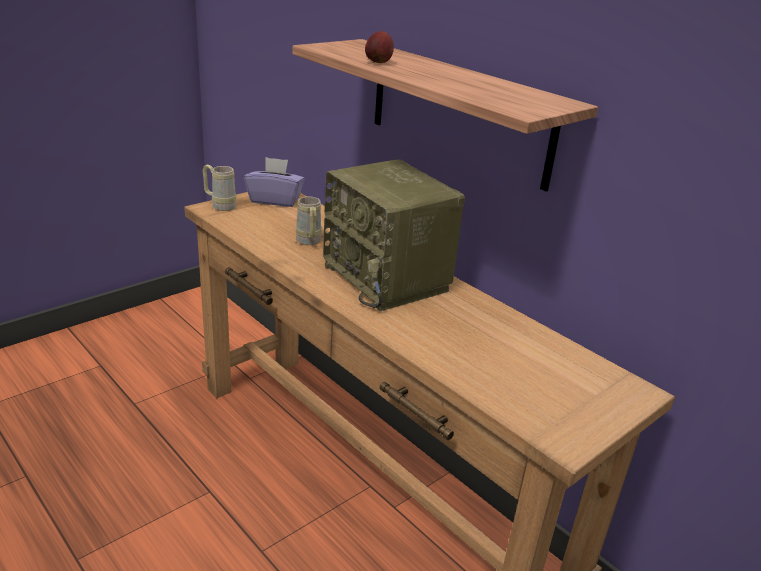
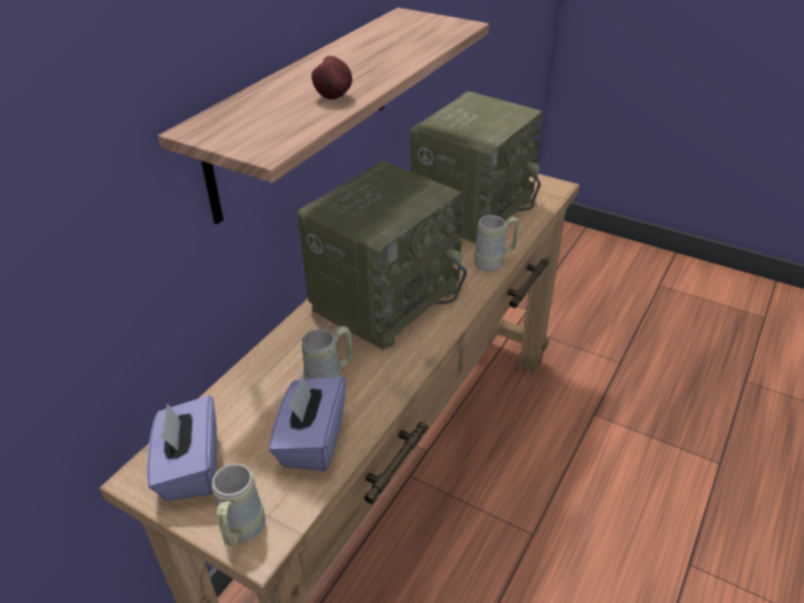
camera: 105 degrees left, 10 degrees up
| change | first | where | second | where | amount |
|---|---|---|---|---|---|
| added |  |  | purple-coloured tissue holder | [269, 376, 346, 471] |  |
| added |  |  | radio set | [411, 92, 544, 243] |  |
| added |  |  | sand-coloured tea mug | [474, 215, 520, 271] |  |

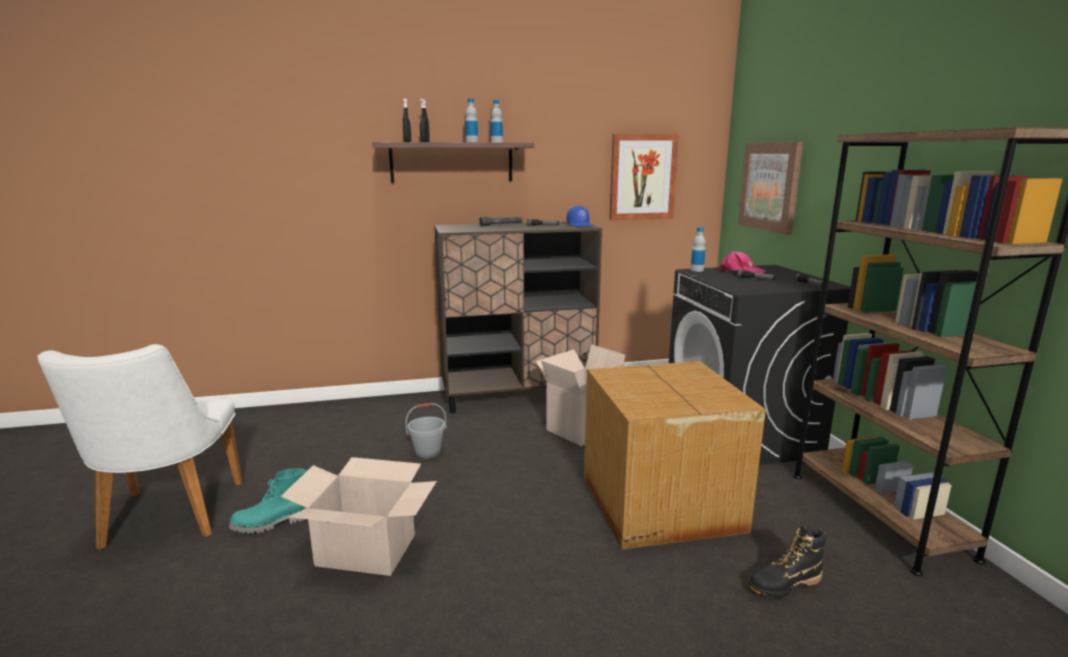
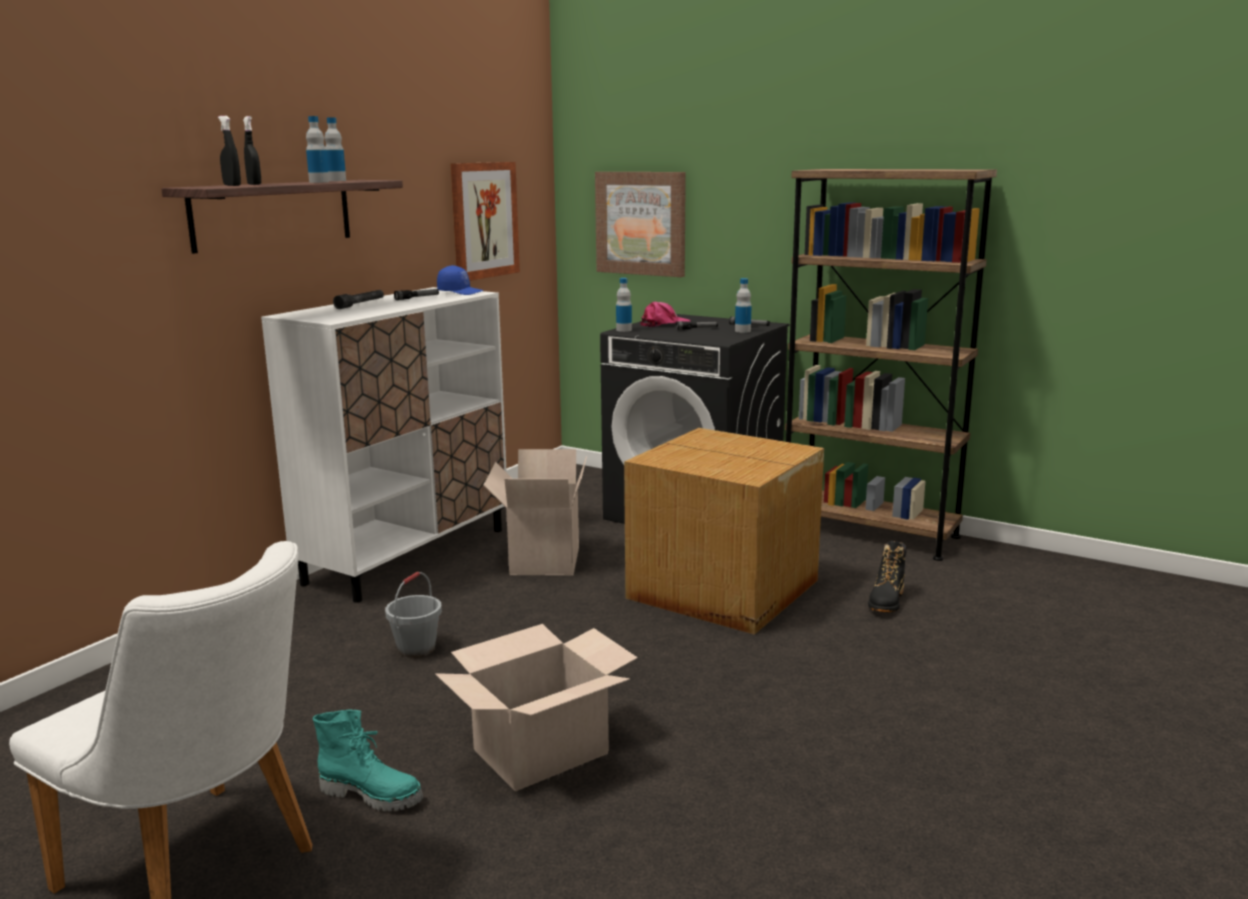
camera: 45 degrees left, 0 degrees up
| change | first | where | second | where | amount |
|---|---|---|---|---|---|
| recoloured | brownish cupboard | [434, 222, 602, 414] | white-coloured cupboard | [261, 287, 507, 603] |  |
| turned | blue-green boot | [229, 468, 306, 534] |  | [313, 709, 423, 812] | 90 degrees counterclockwise |
| added |  |  | bottle | [735, 278, 751, 333] |  |

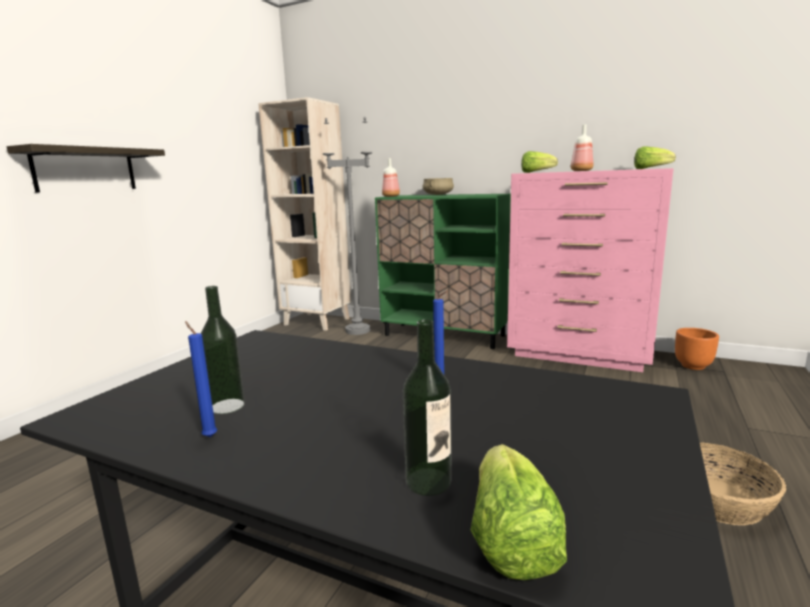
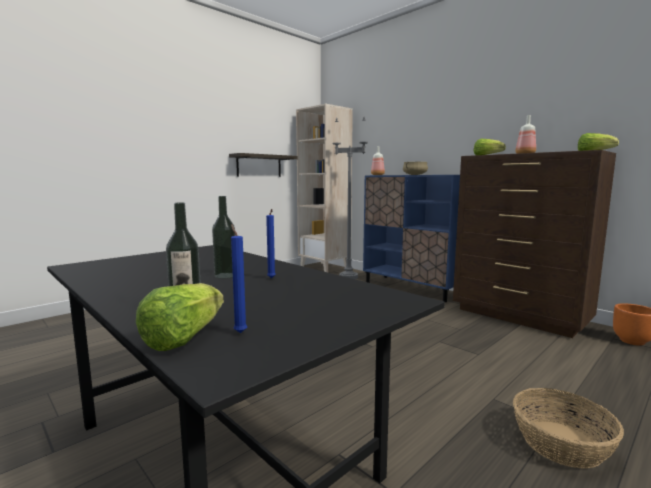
camera: 20 degrees right, 5 degrees down
| change | first | where | second | where | amount |
|---|---|---|---|---|---|
| moved | bottle | [201, 286, 245, 414] |  | [212, 196, 235, 279] |  |
| moved | shelf | [7, 144, 165, 192] |  | [229, 153, 297, 177] |  |
| moved | blue-coloured wax light | [185, 321, 217, 437] |  | [231, 224, 247, 333] |  |
| recoloured | green-coloured cupboard | [375, 194, 511, 349] | blue-coloured cupboard | [363, 175, 460, 302] |  |
| recoloured | pink-coloured drawer chest | [507, 168, 673, 372] | brownish drawer chest | [453, 150, 616, 338] |  |

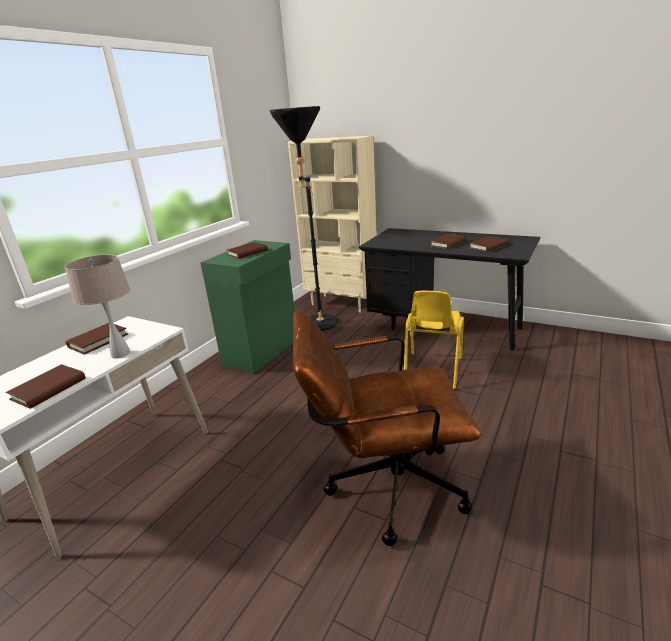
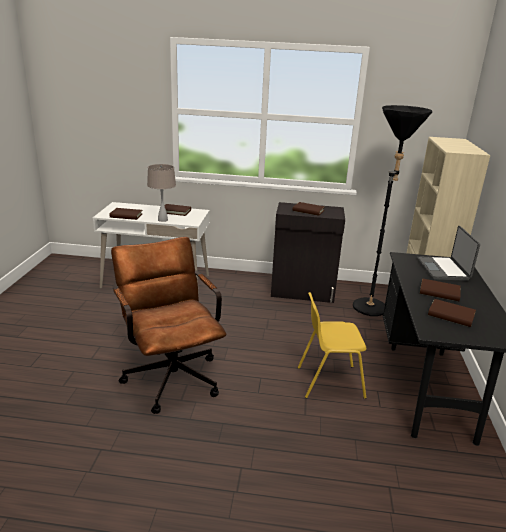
camera: 65 degrees right, 0 degrees up
| change | first | where | second | where | amount |
|---|---|---|---|---|---|
| recoloured | green-coloured cupboard | [200, 240, 295, 374] | blackish cupboard | [271, 202, 345, 303] |  |
| added |  |  | notebook computer | [417, 226, 480, 281] |  |

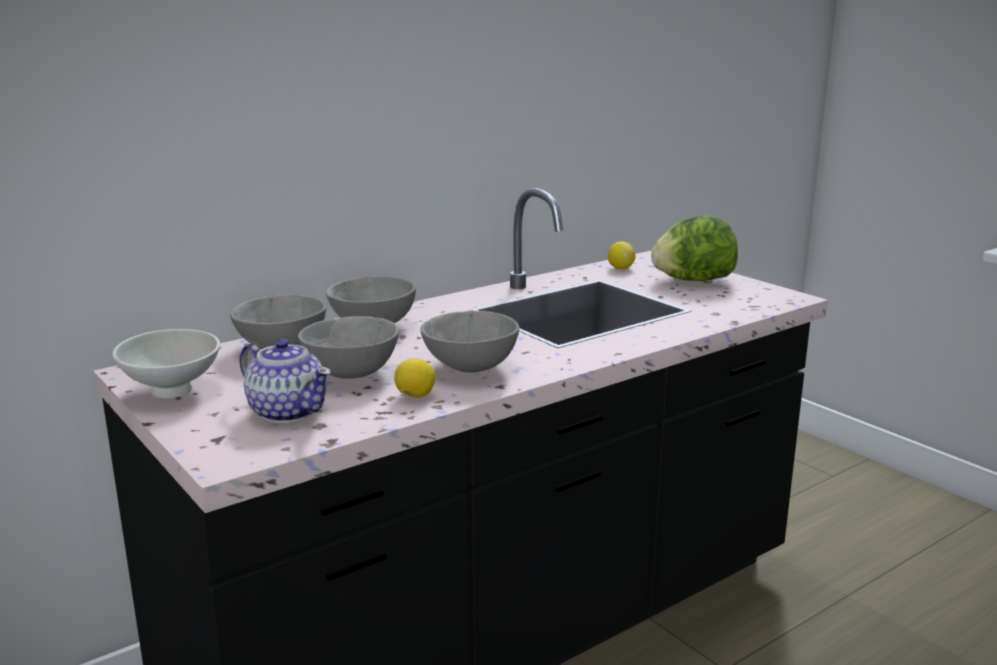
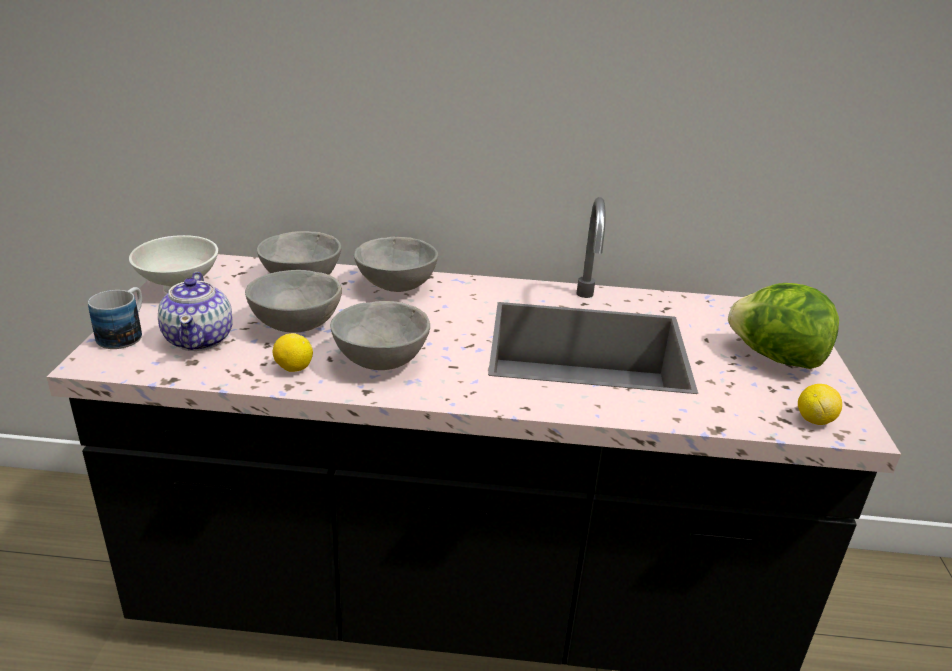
camera: 40 degrees right, 10 degrees up
| change | first | where | second | where | amount |
|---|---|---|---|---|---|
| added |  |  | tea mug | [88, 287, 142, 349] |  |
| moved | lemon | [608, 241, 635, 269] |  | [798, 384, 842, 425] |  |

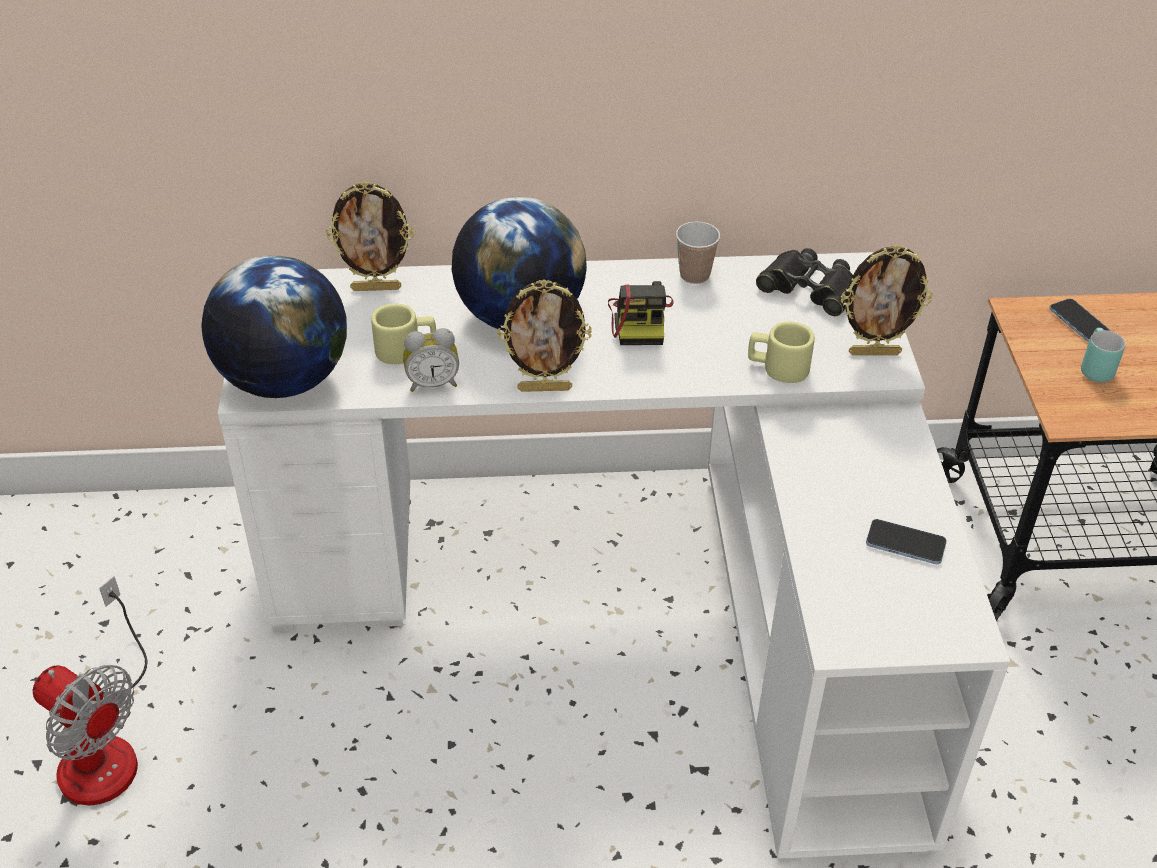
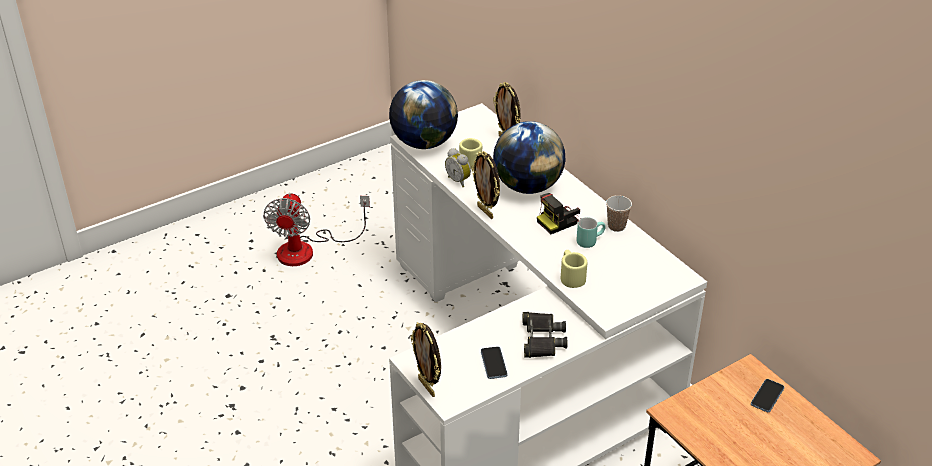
camera: 60 degrees right, 5 degrees down
| change | first | where | second | where | amount |
|---|---|---|---|---|---|
| moved | photo frame | [841, 244, 933, 355] |  | [410, 322, 441, 397] |  |
| moved | blackish pair of binoculars | [756, 248, 853, 316] |  | [523, 312, 567, 358] |  |
| moved | blue-green tea mug | [1081, 328, 1126, 382] |  | [576, 217, 606, 248] |  |

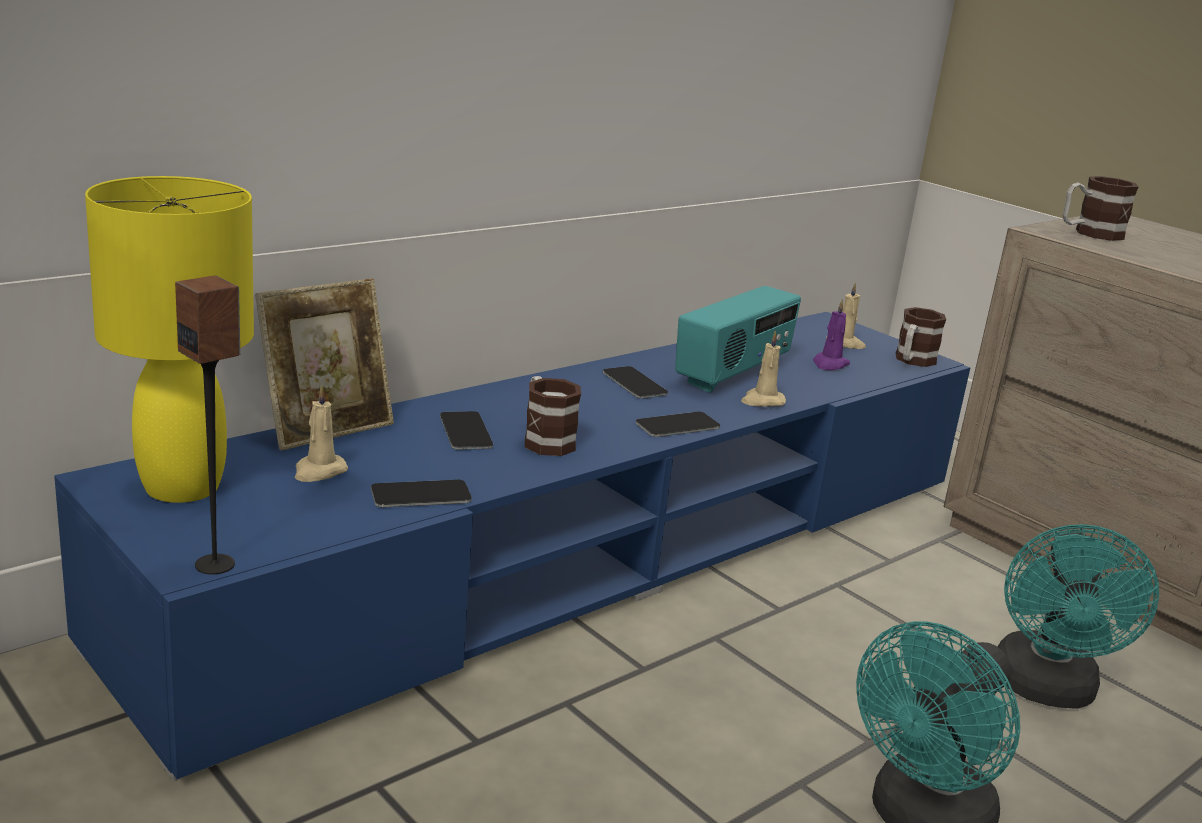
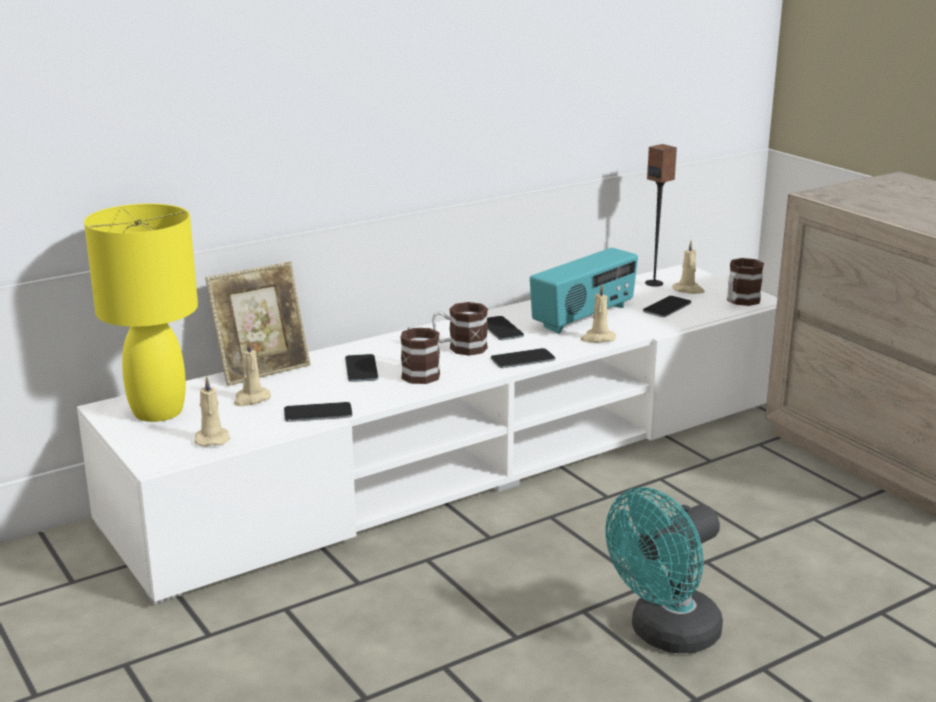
camera: 10 degrees right, 0 degrees up
| change | first | where | second | where | amount |
|---|---|---|---|---|---|
| recoloured | blue-coloured tv stand | [54, 312, 970, 781] | white-coloured tv stand | [77, 264, 777, 605] |  |
| added |  |  | sand-coloured wax light | [194, 376, 230, 447] |  |
| moved | tea mug | [1063, 176, 1139, 241] |  | [432, 302, 488, 356] |  |
| replaced | purple-coloured wax light | [813, 299, 850, 371] | telephone | [643, 296, 691, 317] |  |
| moved | speaker | [175, 275, 240, 575] |  | [645, 144, 677, 287] |  |
| removed | blue-green electric fan | [998, 524, 1159, 709] |  |  |  |

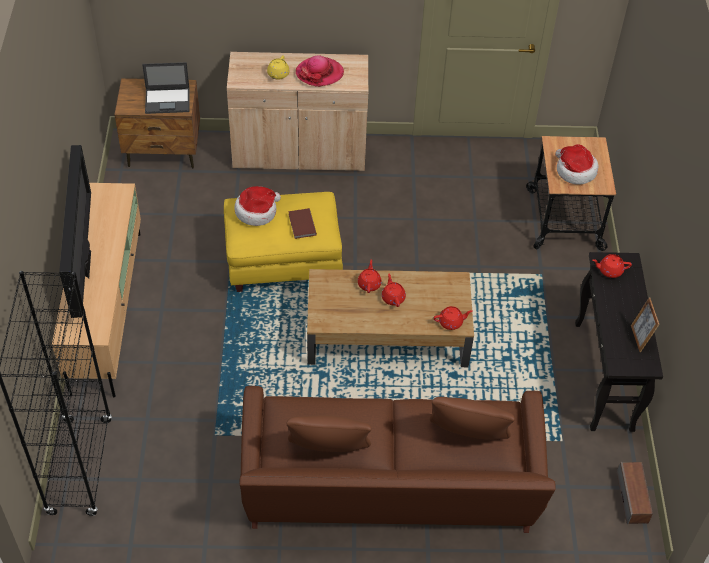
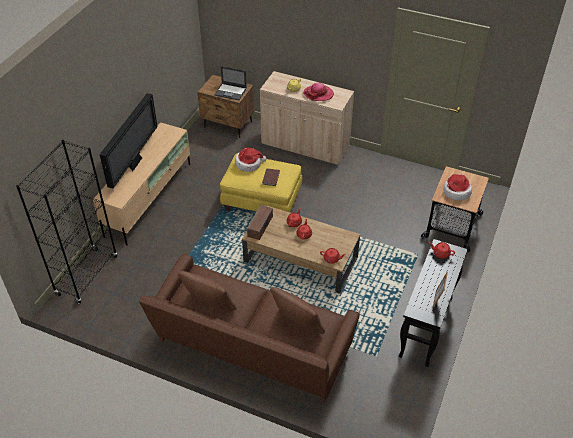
camera: 25 degrees right, 5 degrees down
| change | first | where | second | where | amount |
|---|---|---|---|---|---|
| moved | speaker | [617, 462, 653, 524] |  | [247, 205, 273, 240] |  |

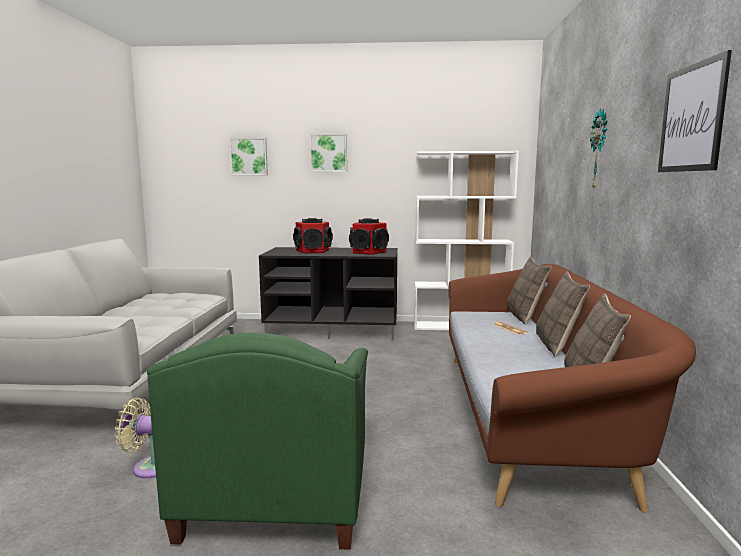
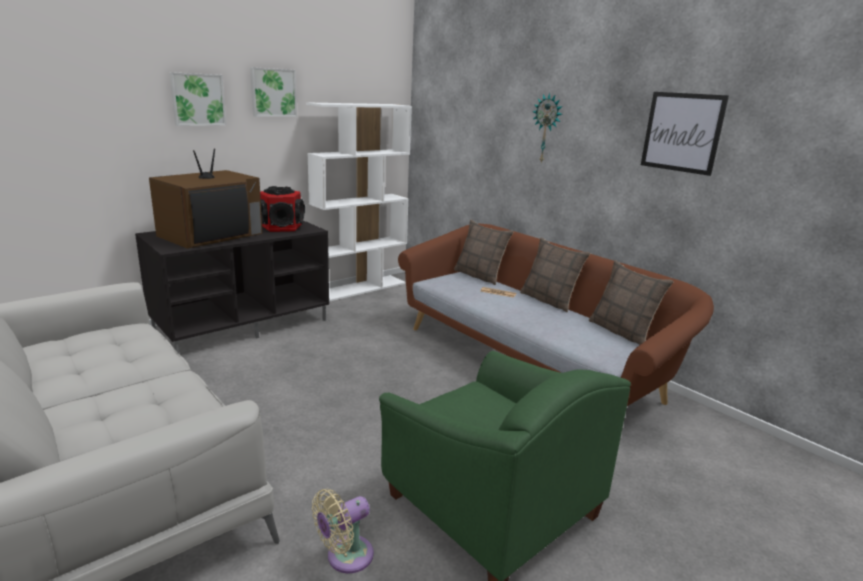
camera: 45 degrees left, 10 degrees up
| change | first | where | second | where | amount |
|---|---|---|---|---|---|
| replaced | speaker | [293, 218, 333, 253] | TV set | [149, 149, 263, 249] |  |
| moved | wall art | [229, 138, 268, 175] |  | [250, 67, 297, 117] |  |

